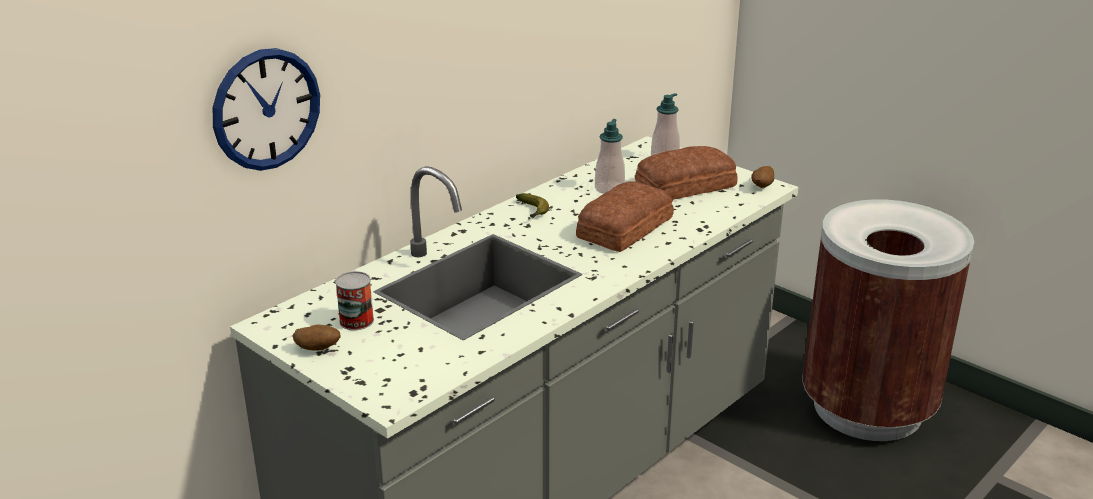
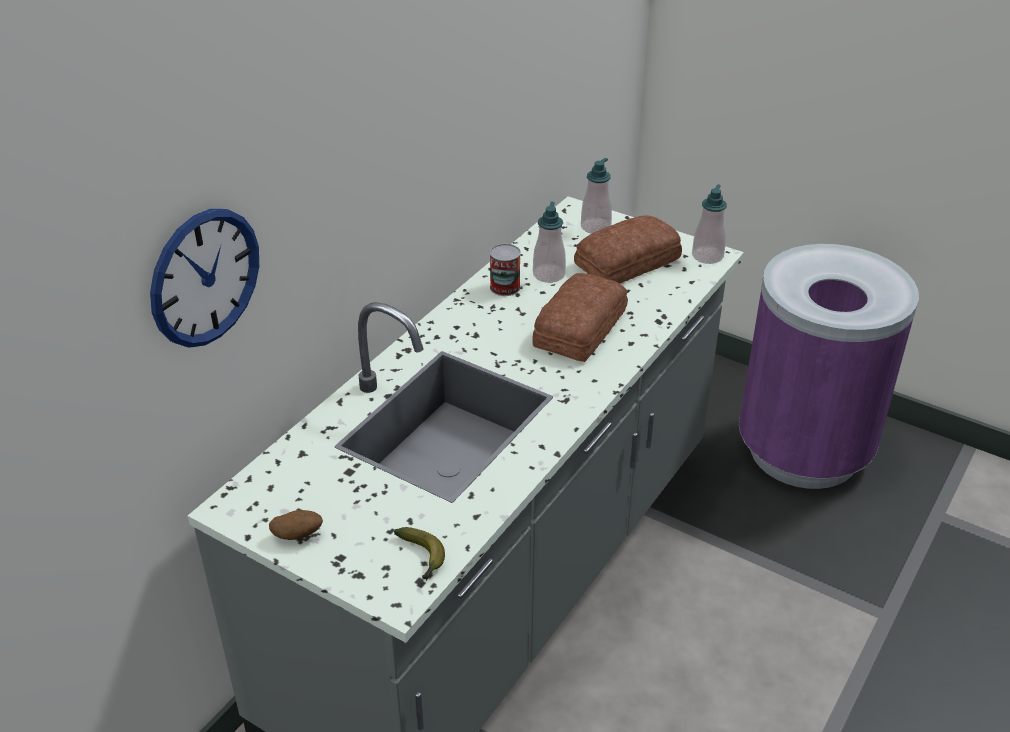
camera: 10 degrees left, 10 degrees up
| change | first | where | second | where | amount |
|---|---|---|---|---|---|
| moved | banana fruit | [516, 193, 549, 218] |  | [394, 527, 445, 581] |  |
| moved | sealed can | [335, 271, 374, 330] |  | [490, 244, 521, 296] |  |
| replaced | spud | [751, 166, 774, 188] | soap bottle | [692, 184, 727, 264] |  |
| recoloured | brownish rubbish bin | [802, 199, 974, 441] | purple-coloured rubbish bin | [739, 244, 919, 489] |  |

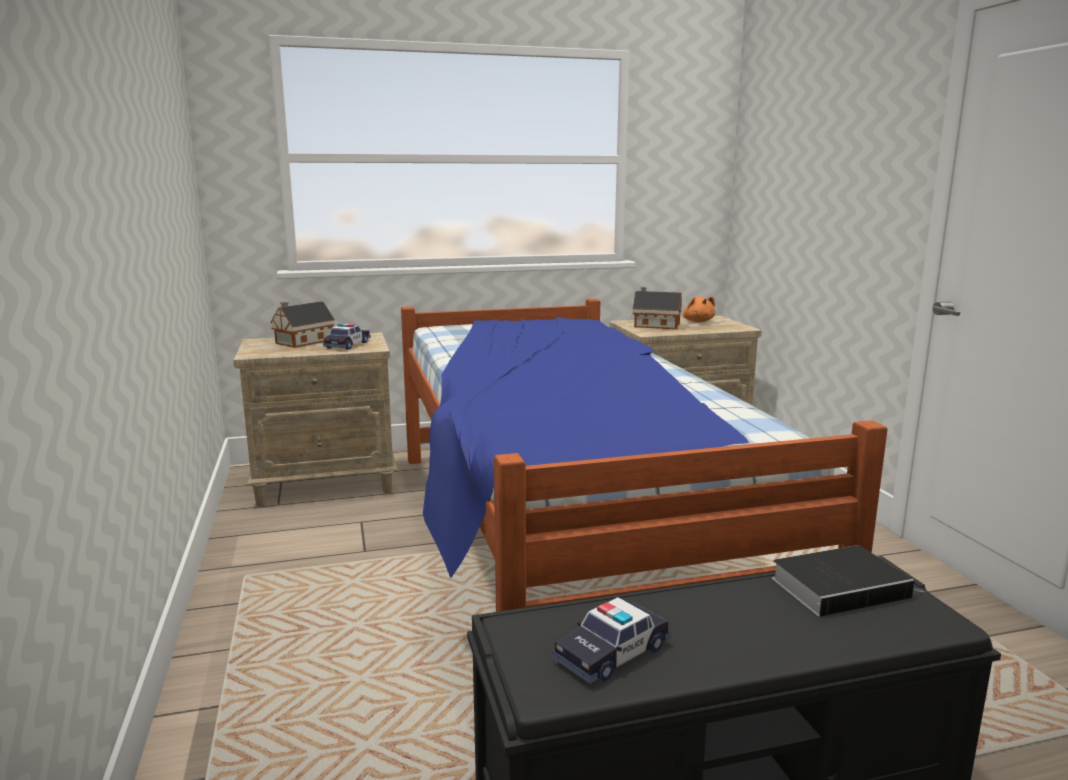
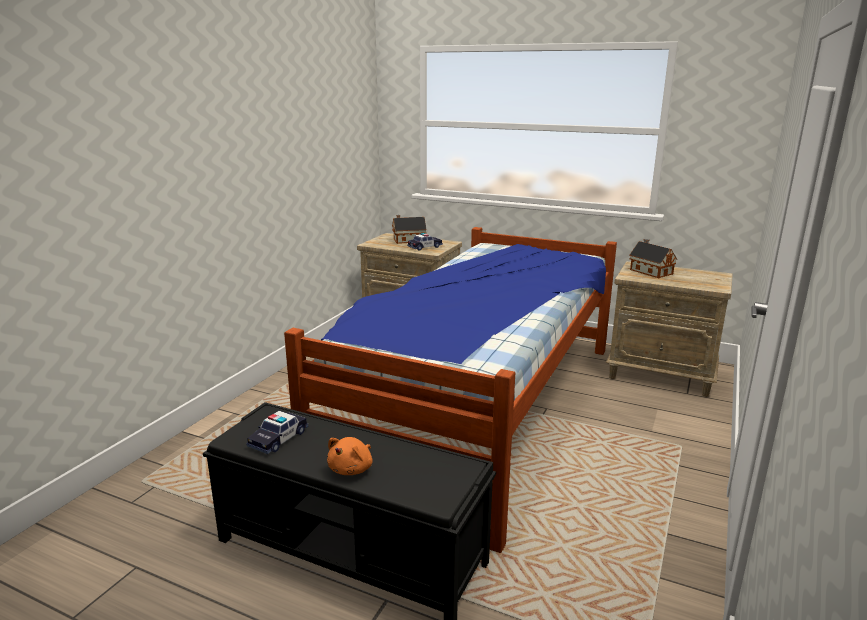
camera: 40 degrees right, 5 degrees up
| change | first | where | second | where | amount |
|---|---|---|---|---|---|
| turned | miniature car | [552, 597, 671, 683] |  | [246, 411, 308, 454] | 60 degrees counterclockwise |
| moved | orangey plush toy | [683, 296, 715, 322] |  | [327, 437, 373, 475] |  |
| removed | bound book | [772, 545, 924, 617] |  |  |  |

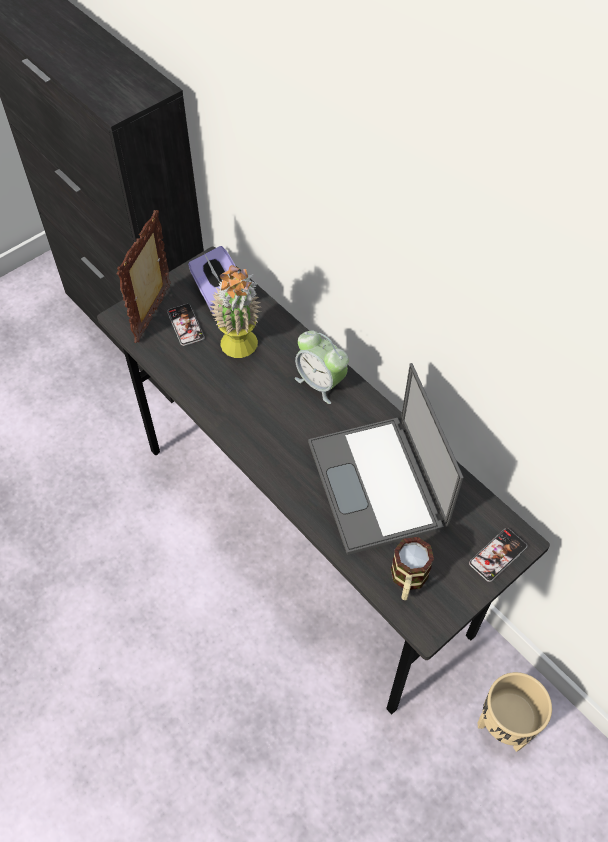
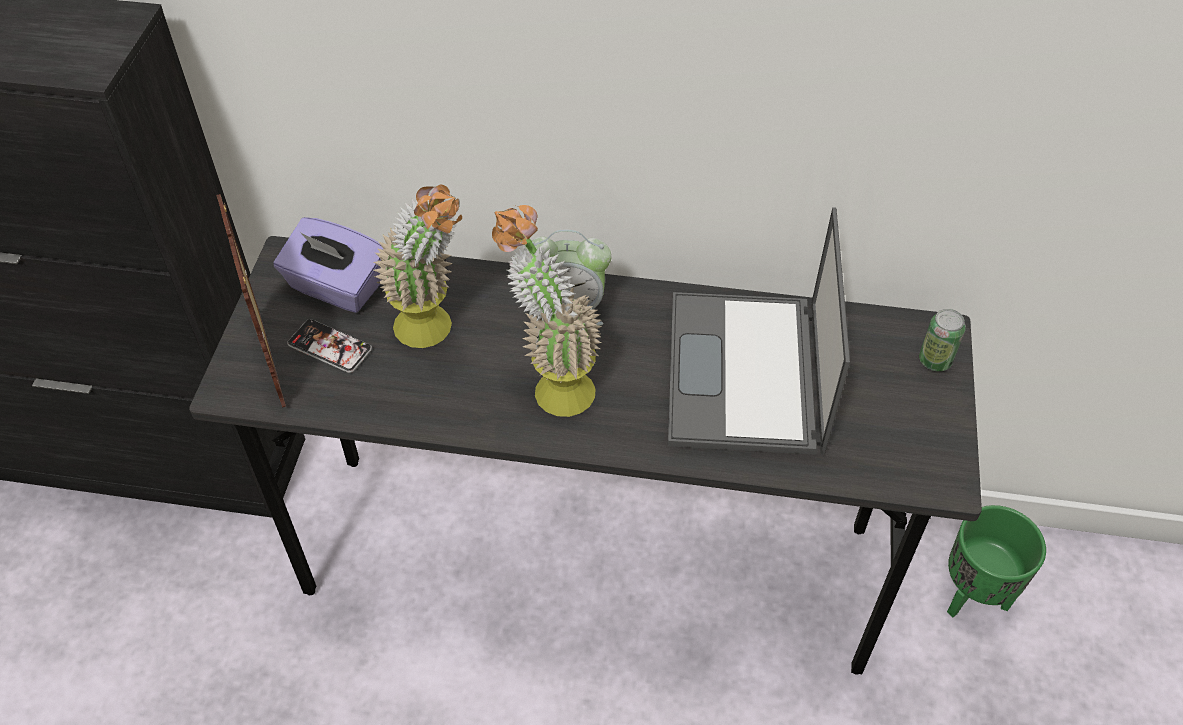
camera: 40 degrees left, 5 degrees down
| change | first | where | second | where | amount |
|---|---|---|---|---|---|
| added |  |  | potted plant | [492, 205, 602, 417] |  |
| turned | notebook computer | [308, 363, 464, 555] |  | [668, 207, 850, 455] | 60 degrees clockwise |
| replaced | telephone | [469, 528, 527, 582] | sealed can | [919, 309, 966, 372] |  |
| recoloured | sand-coloured flower pot | [478, 672, 552, 752] | green-coloured flower pot | [947, 505, 1046, 618] |  |
| removed | tea mug | [391, 537, 434, 600] |  |  |  |

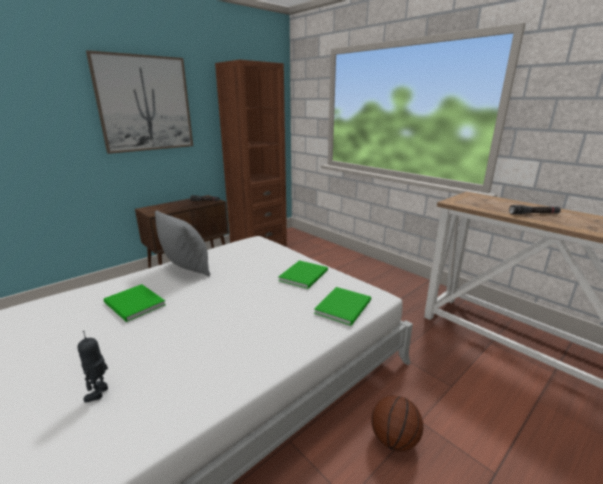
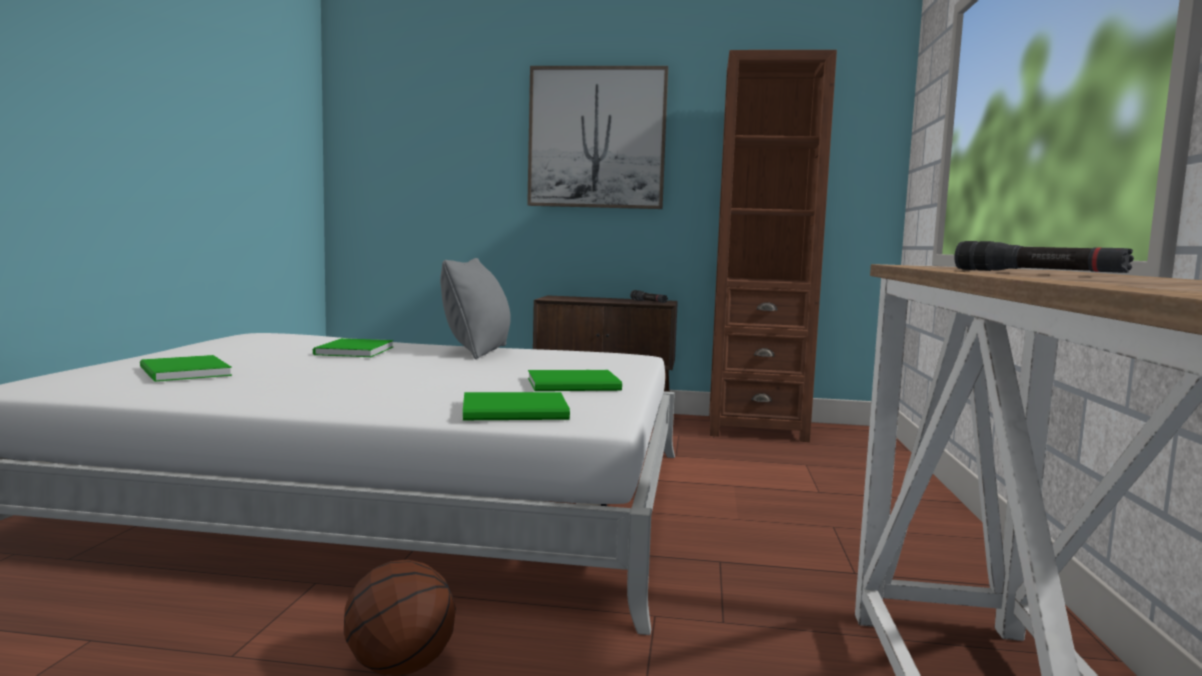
camera: 50 degrees right, 15 degrees down
| change | first | where | second | where | amount |
|---|---|---|---|---|---|
| replaced | model robot | [78, 331, 108, 403] | green-coloured bound book | [140, 355, 232, 382] |  |

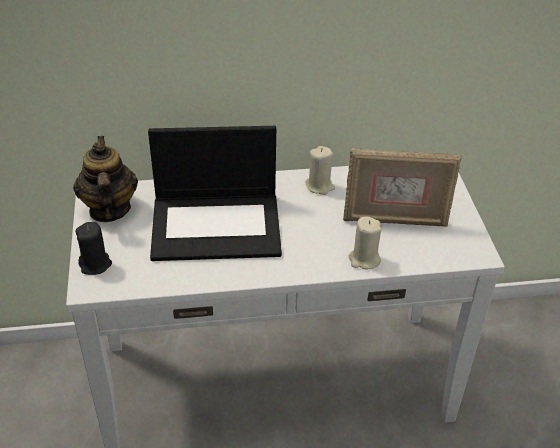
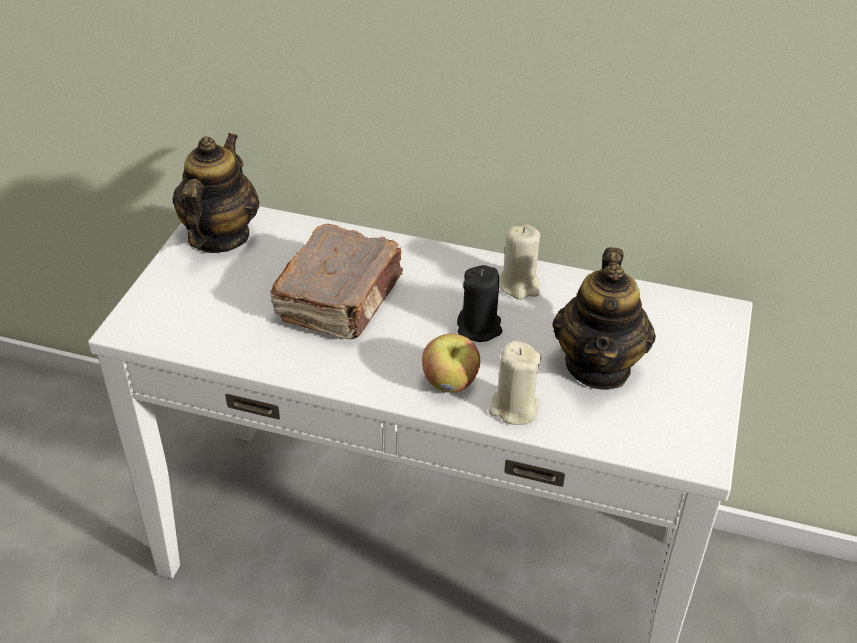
camera: 25 degrees right, 0 degrees up
| change | first | where | second | where | amount |
|---|---|---|---|---|---|
| replaced | notebook computer | [148, 126, 282, 261] | brownish bound book | [270, 224, 403, 339] |  |
| added |  |  | apple fruit | [422, 333, 480, 393] |  |
| moved | blackish wax light | [76, 222, 112, 275] |  | [457, 265, 503, 342] |  |
| replaced | photo frame | [343, 148, 462, 227] | pot for tea | [552, 247, 656, 390] |  |

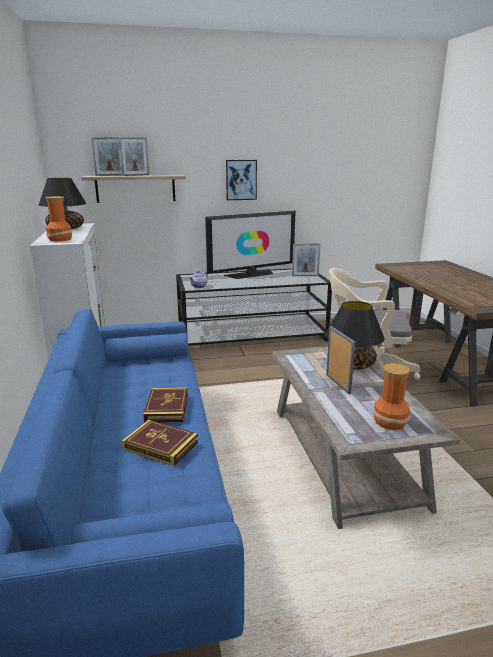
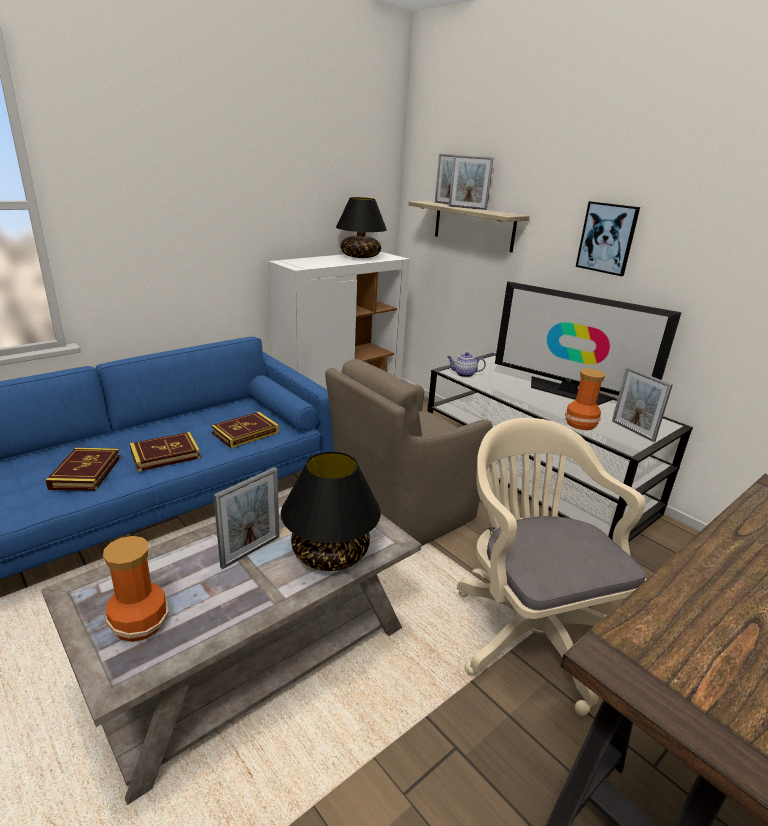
camera: 60 degrees right, 5 degrees up
| change | first | where | second | where | amount |
|---|---|---|---|---|---|
| added |  |  | bound book | [211, 412, 279, 448] |  |
| added |  |  | brownish armchair | [325, 359, 493, 546] |  |
| moved | vase | [45, 196, 72, 241] |  | [565, 368, 606, 430] |  |

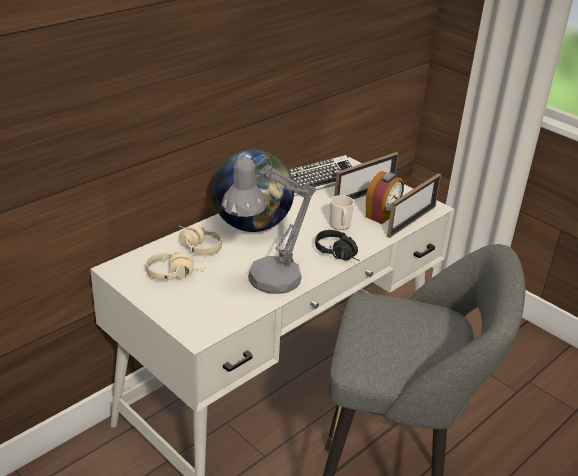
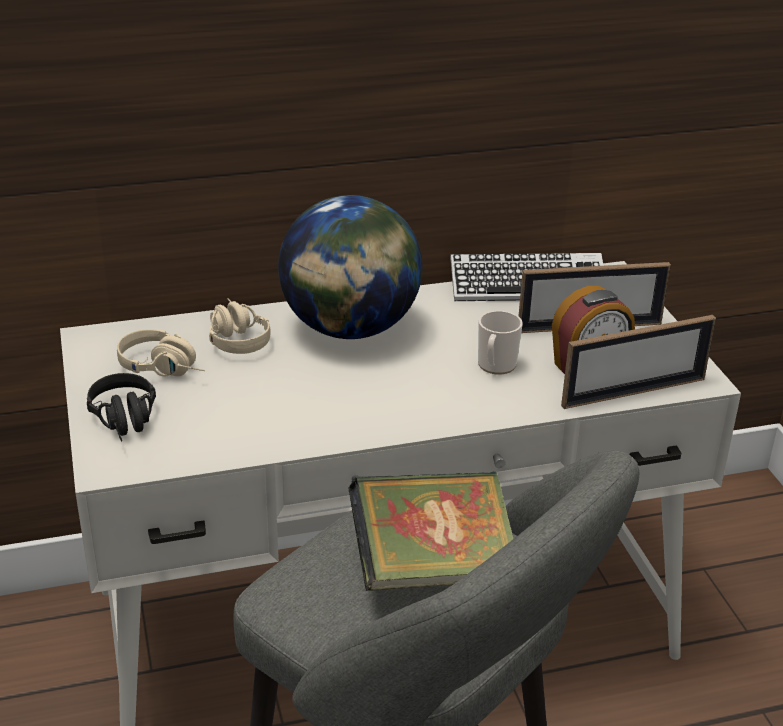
camera: 30 degrees right, 0 degrees up
| change | first | where | second | where | amount |
|---|---|---|---|---|---|
| moved | blackish pair of headphones | [315, 230, 360, 261] |  | [87, 373, 156, 442] |  |
| added |  |  | bound book | [349, 471, 513, 591] |  |
| removed | gray tabletop lamp | [221, 156, 316, 294] |  |  |  |

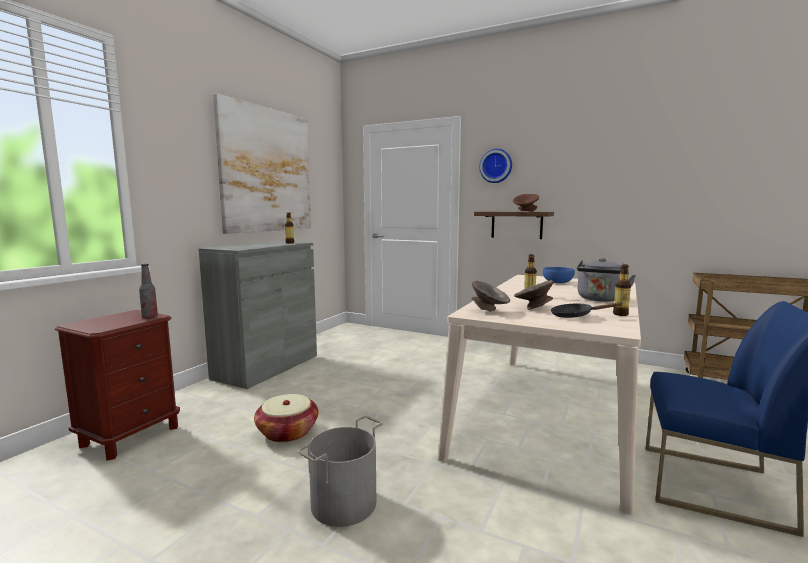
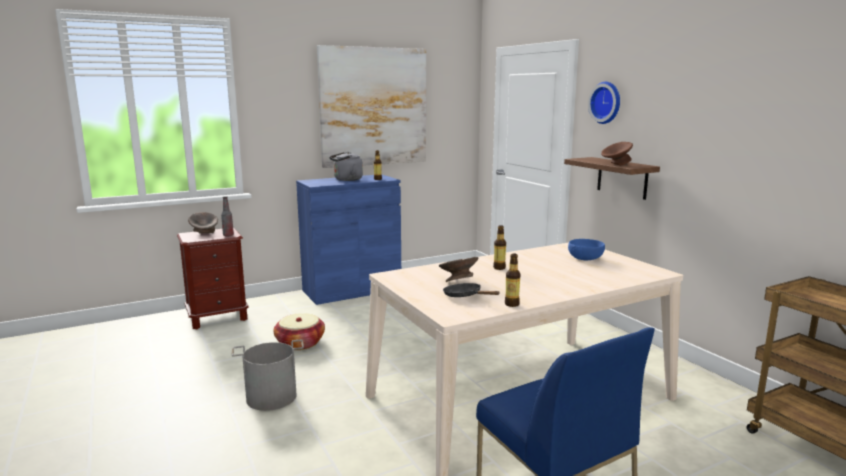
camera: 35 degrees right, 5 degrees up
| change | first | where | second | where | amount |
|---|---|---|---|---|---|
| moved | gray bowl | [471, 281, 510, 312] |  | [188, 212, 218, 234] |  |
| recoloured | gray cupboard | [199, 241, 317, 389] | blue-coloured cupboard | [296, 175, 401, 305] |  |
| moved | gray tea kettle | [577, 258, 636, 302] |  | [329, 152, 363, 181] |  |

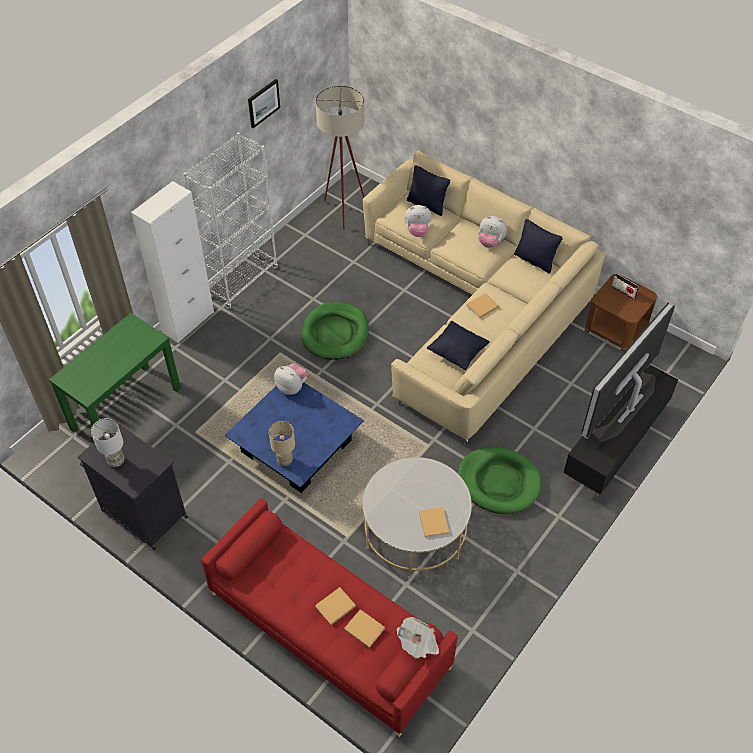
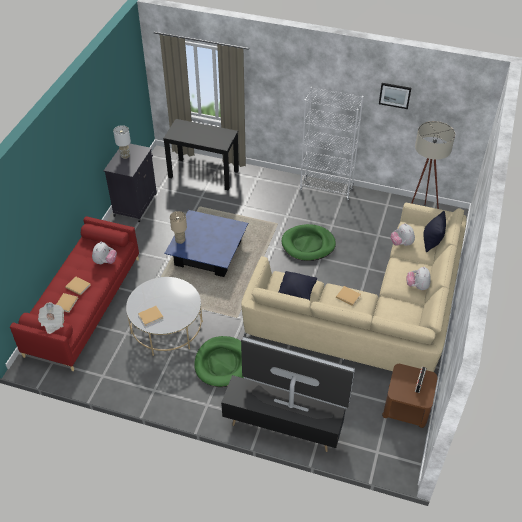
camera: 70 degrees right, 5 degrees down
| change | first | where | second | where | amount |
|---|---|---|---|---|---|
| moved | plush toy | [274, 363, 308, 395] |  | [92, 241, 117, 264] |  |
| recoloured | green-coloured hall table | [49, 313, 181, 432] | blackish hall table | [163, 119, 239, 191] |  |
| removed | white-coloured cupboard | [131, 181, 214, 343] |  |  |  |
| removed | blackish cushion | [514, 219, 563, 273] |  |  |  |

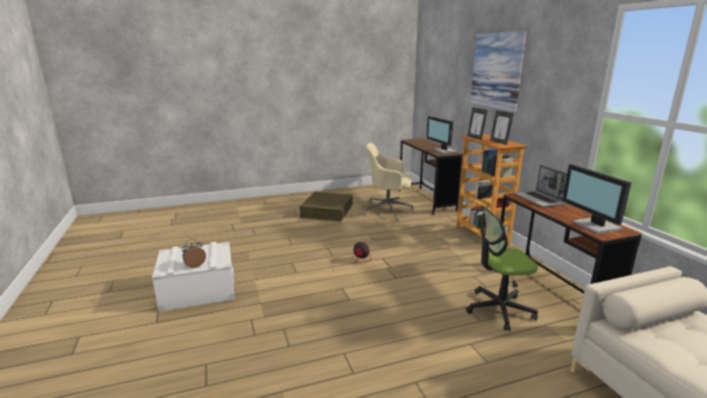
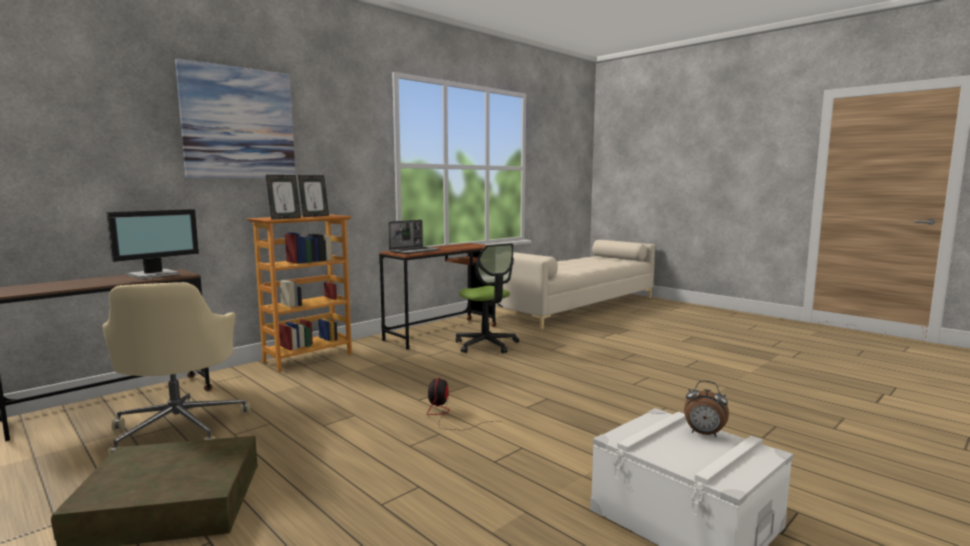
camera: 115 degrees left, 10 degrees down
| change | first | where | second | where | amount |
|---|---|---|---|---|---|
| removed | computer screen | [562, 164, 631, 234] |  |  |  |

